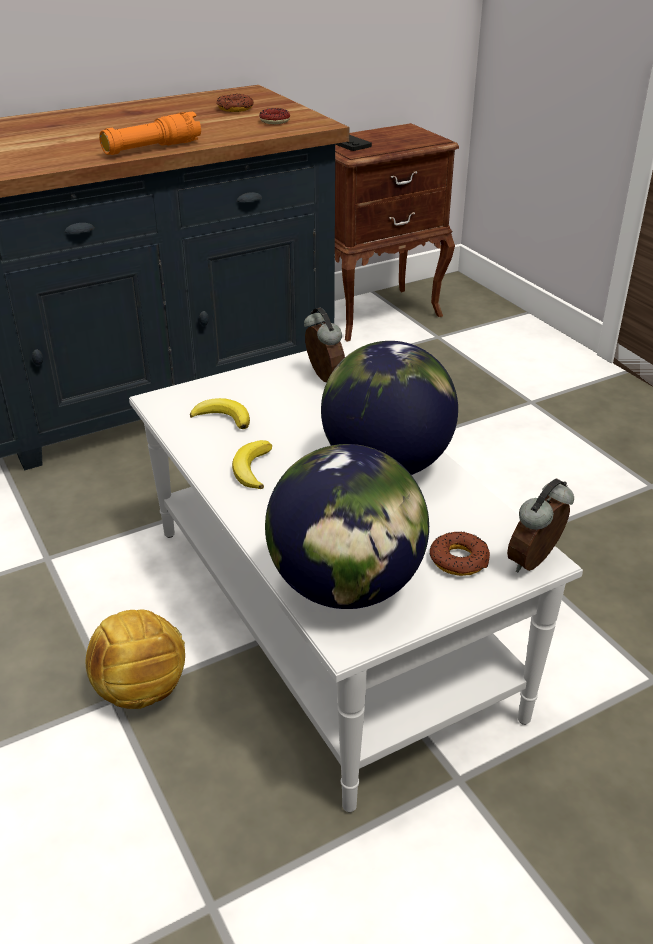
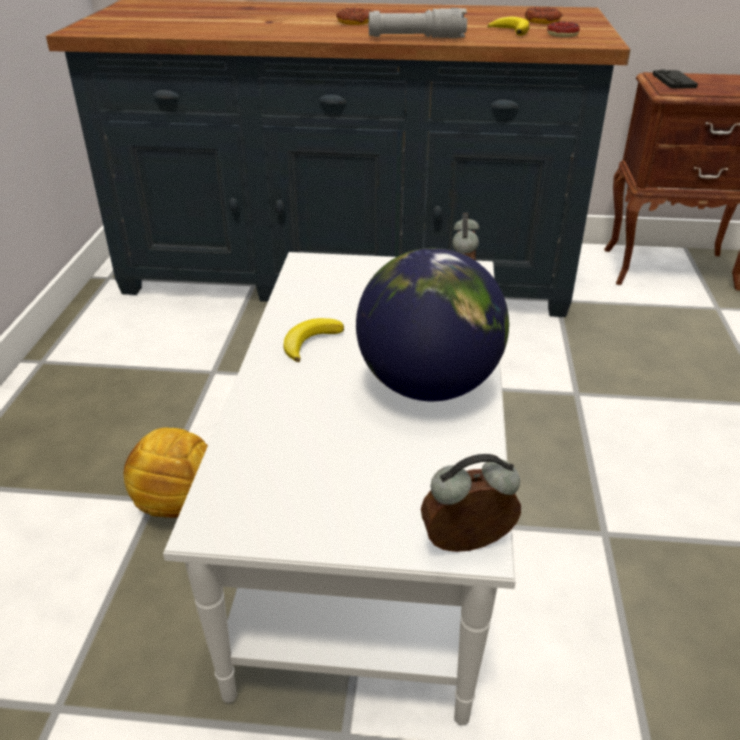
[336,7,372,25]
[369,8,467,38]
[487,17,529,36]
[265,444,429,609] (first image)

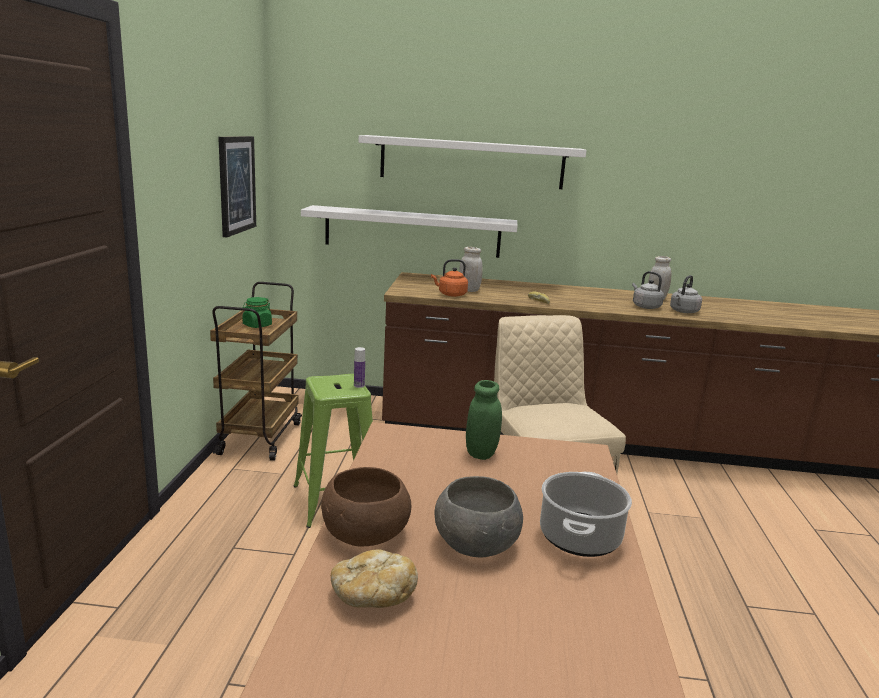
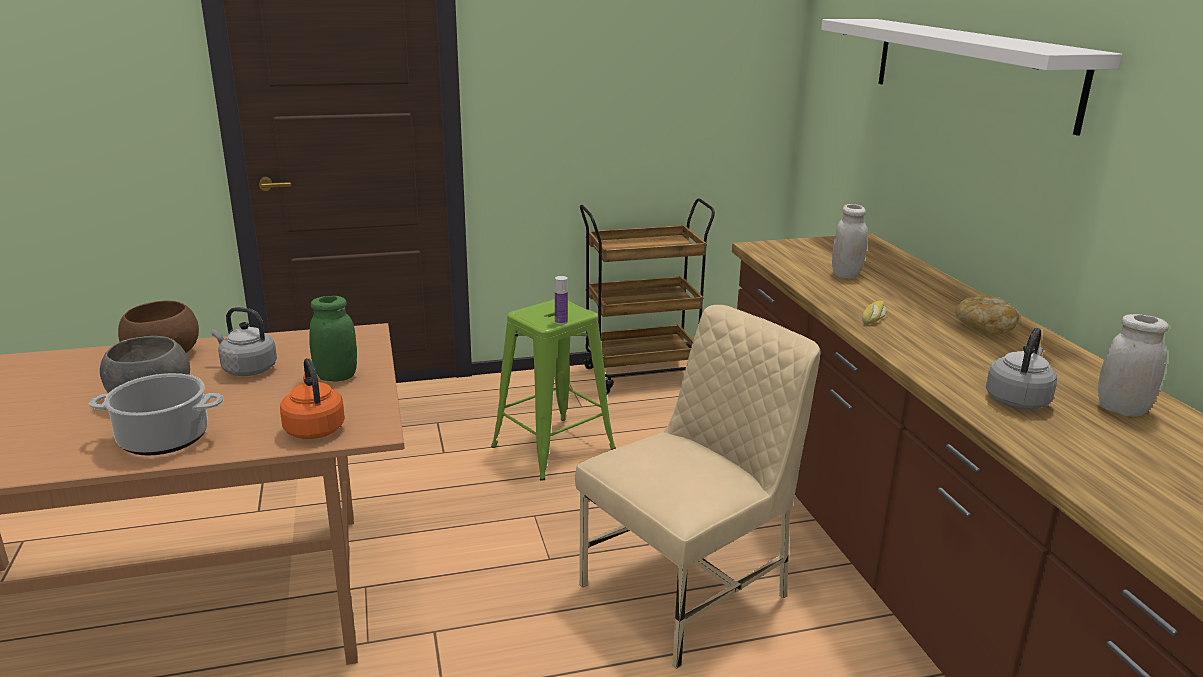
[212,307,277,376]
[280,358,345,439]
[955,295,1019,335]
[218,136,256,237] (first image)
[242,297,272,328] (first image)
[301,205,518,258] (first image)

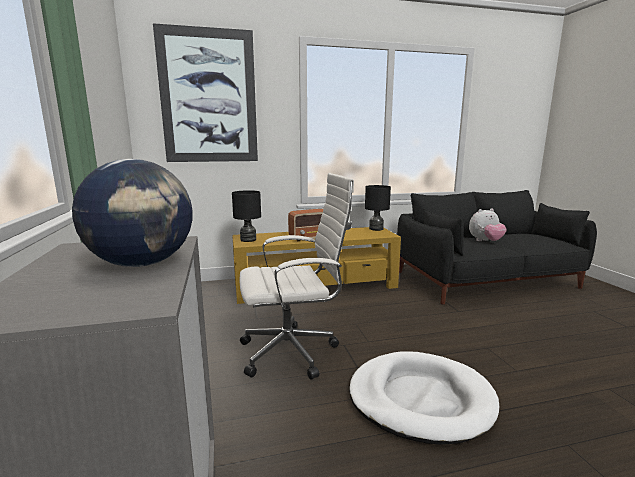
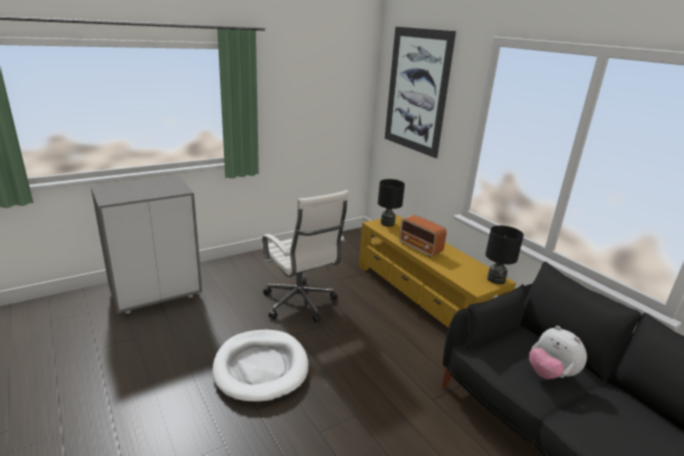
[72,159,193,267] (first image)

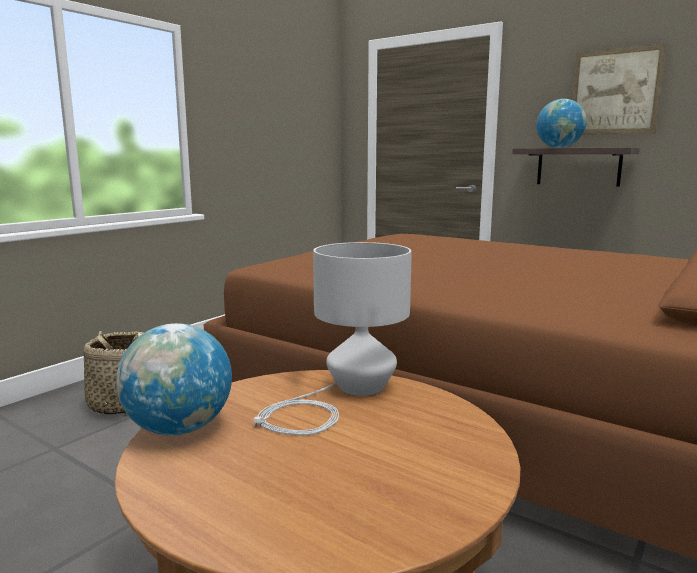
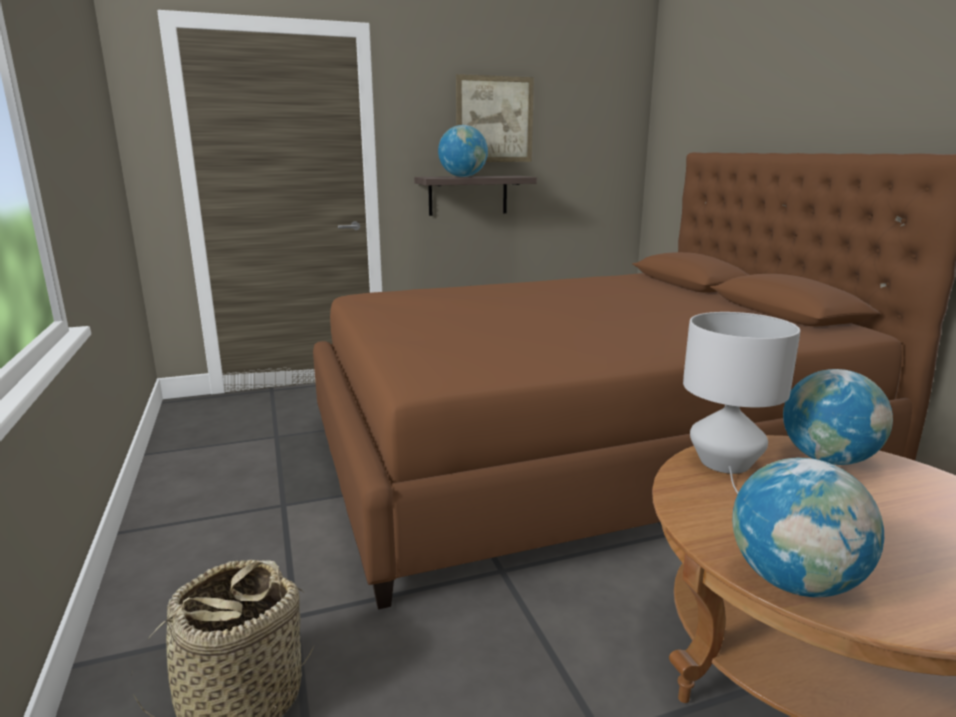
[783,369,893,465]

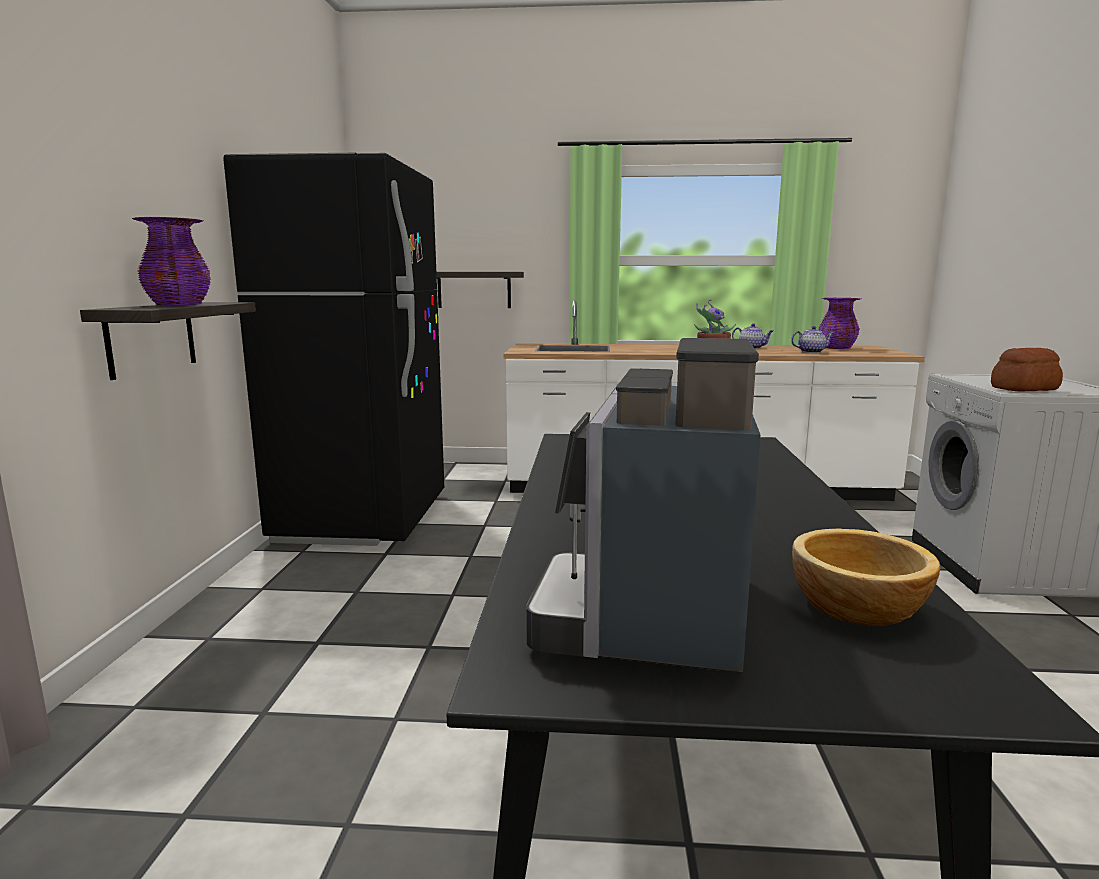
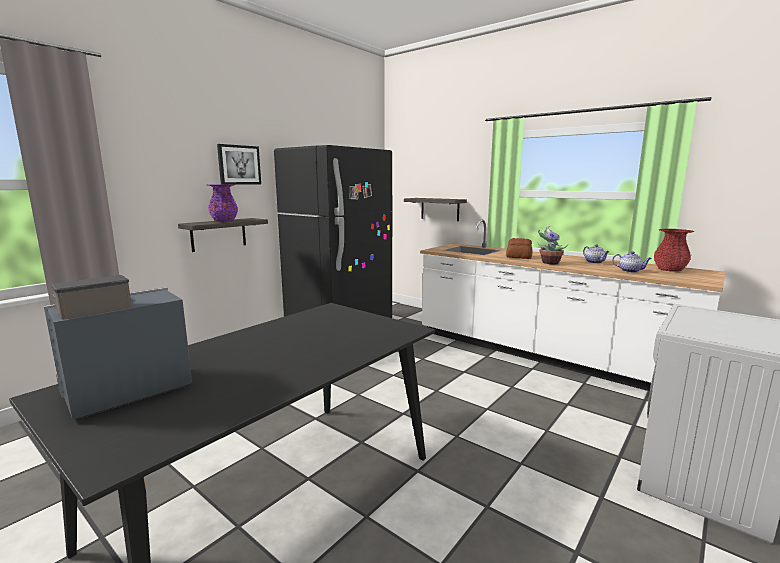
[217,144,261,185]
[506,238,533,259]
[654,229,694,272]
[792,529,940,626] (first image)

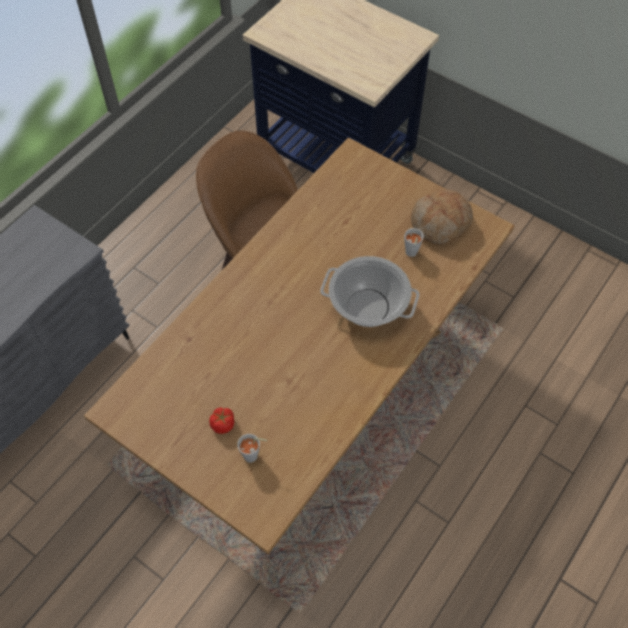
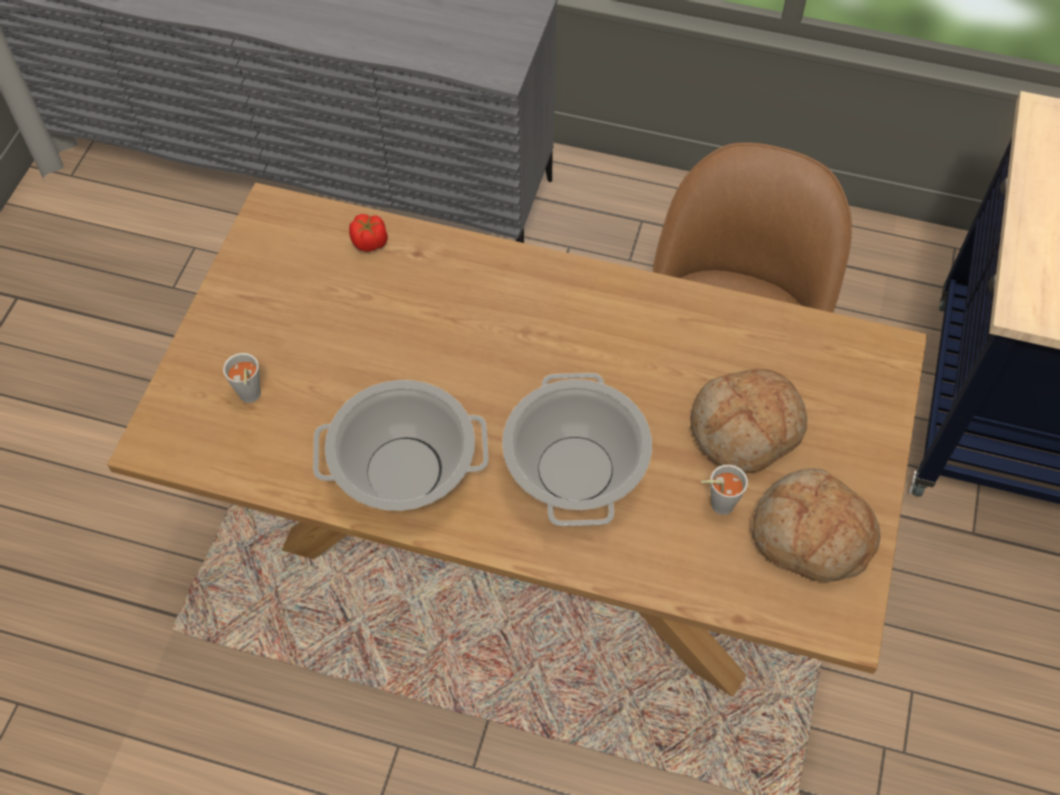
[313,380,489,511]
[349,214,388,252]
[690,369,807,473]

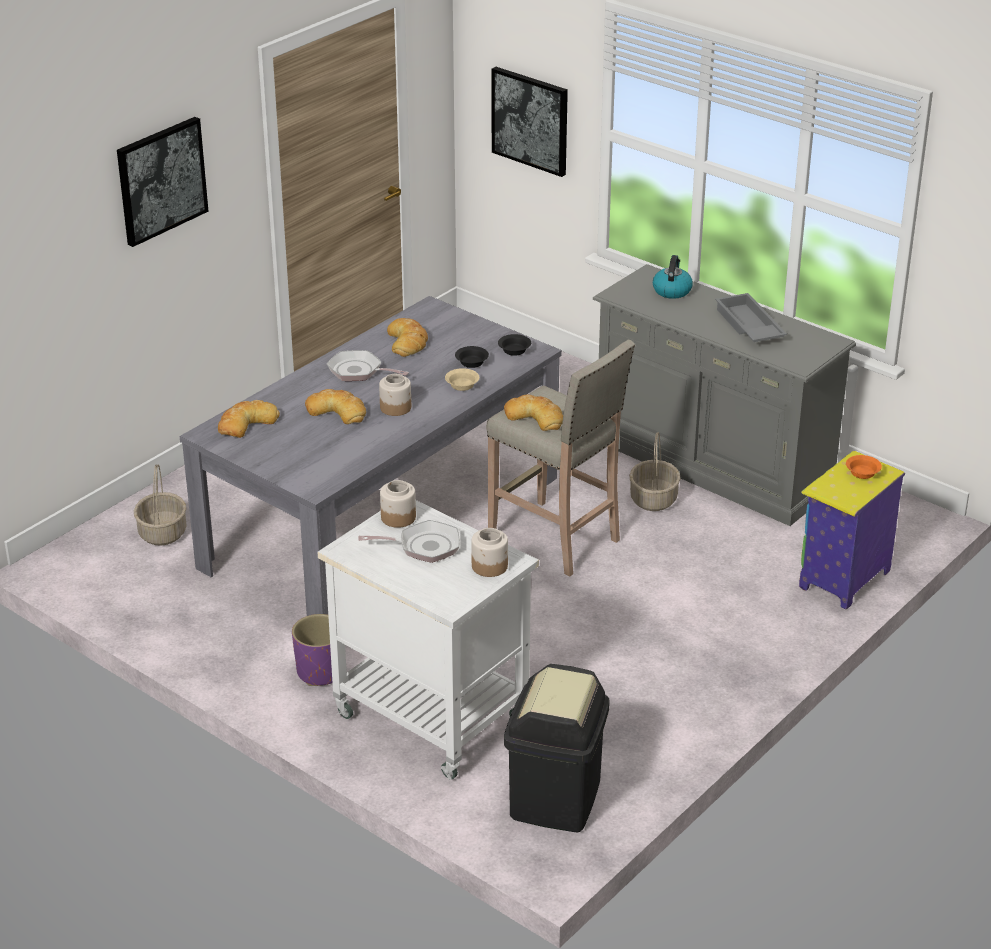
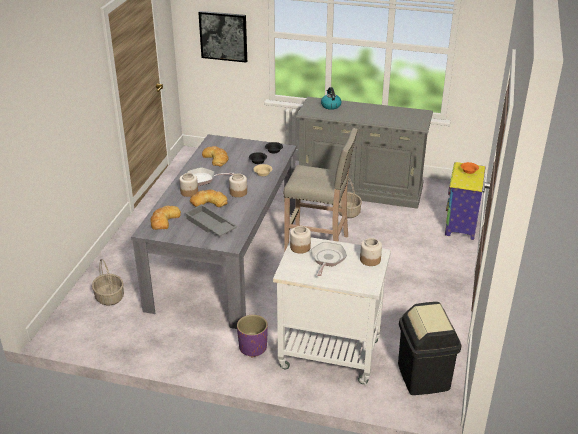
[179,173,198,197]
[185,204,238,236]
[311,242,347,276]
[117,117,209,247] (first image)
[504,395,563,431] (first image)

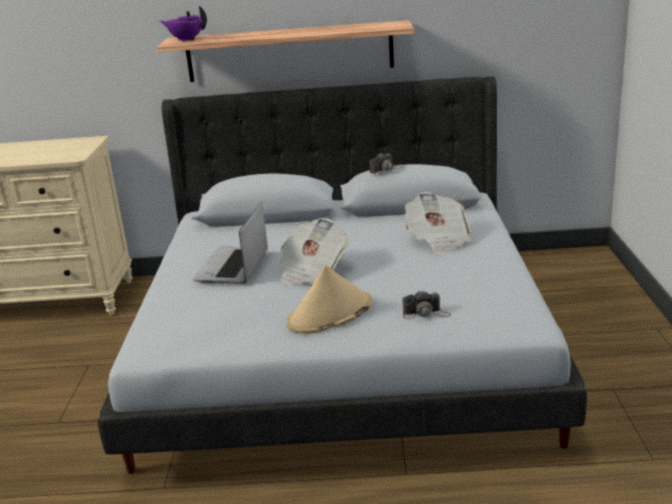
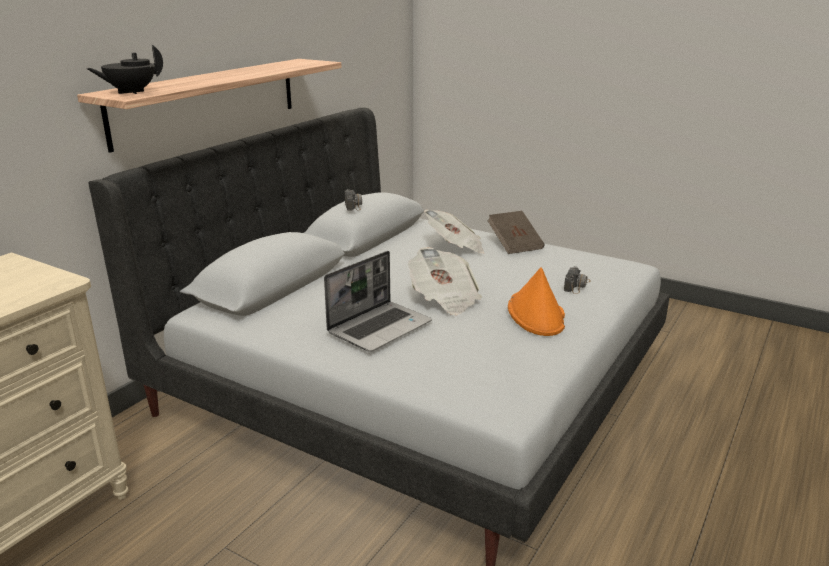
[87,45,163,94]
[324,251,432,352]
[487,211,544,254]
[508,267,565,336]

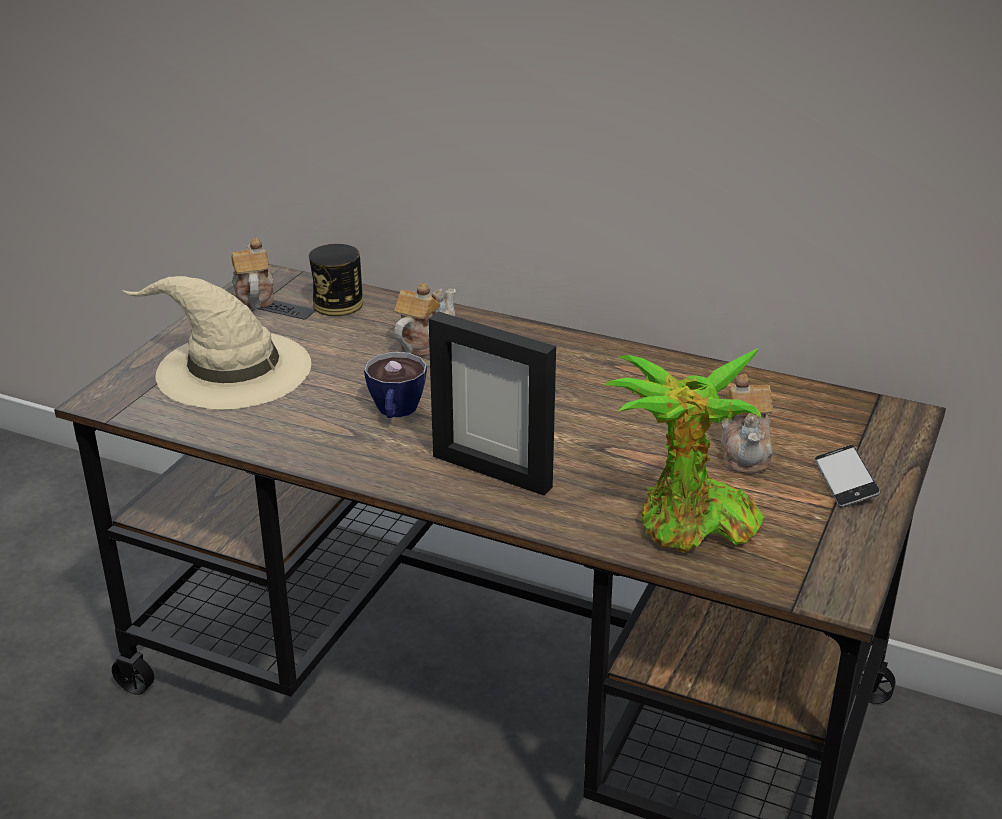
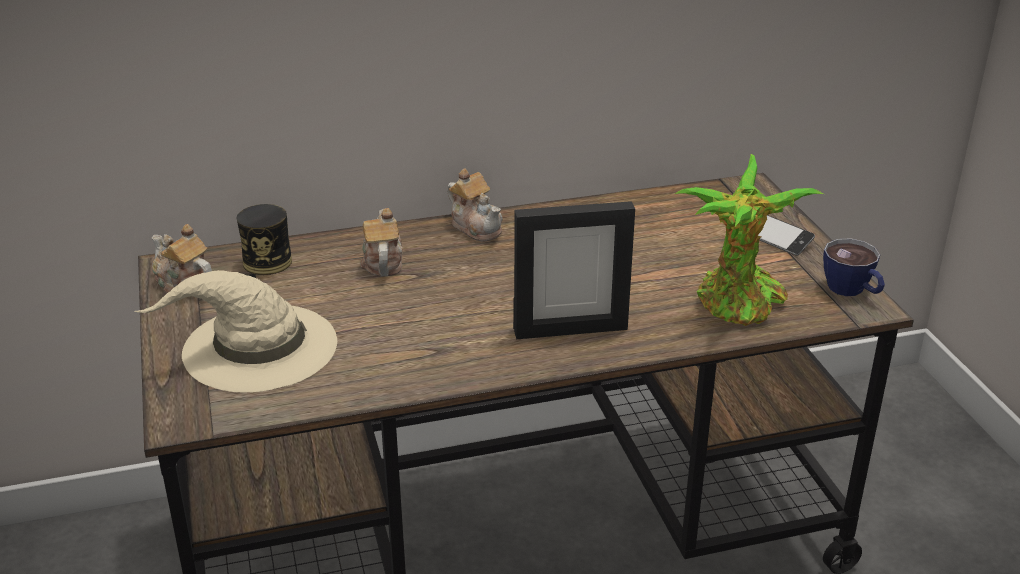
[447,168,503,242]
[823,238,885,296]

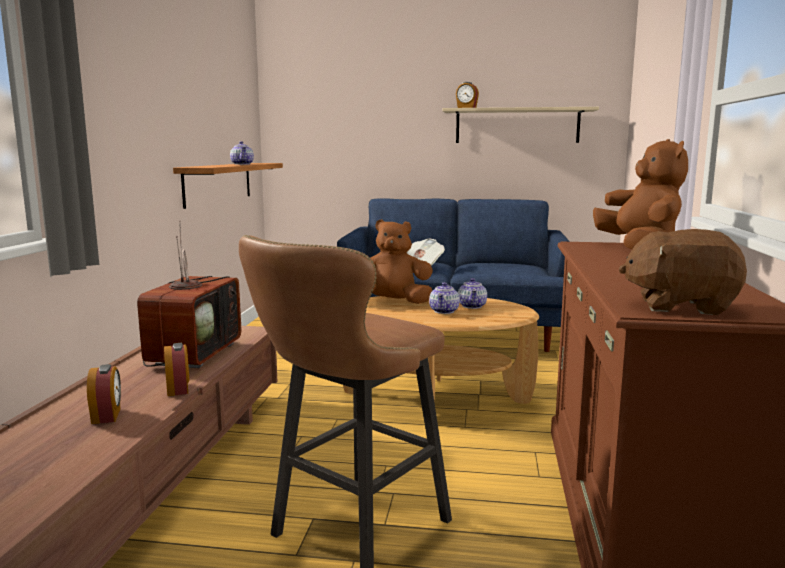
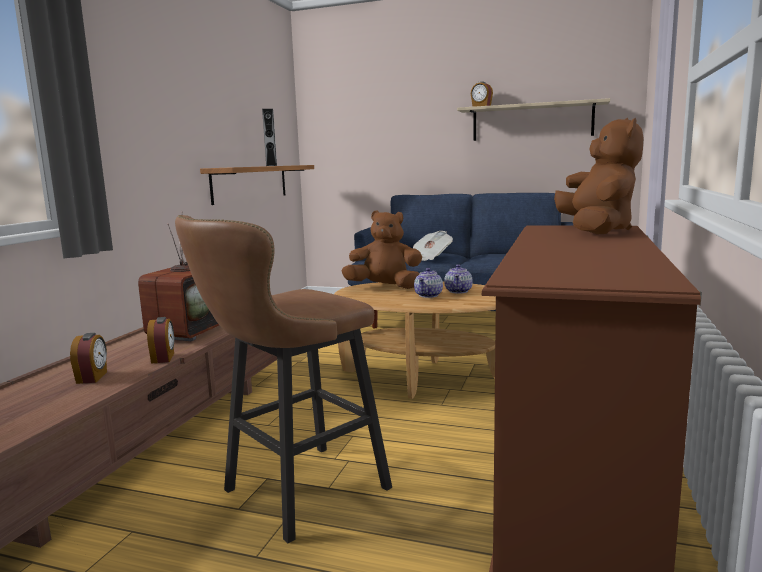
[262,109,277,166]
[619,229,747,315] (first image)

